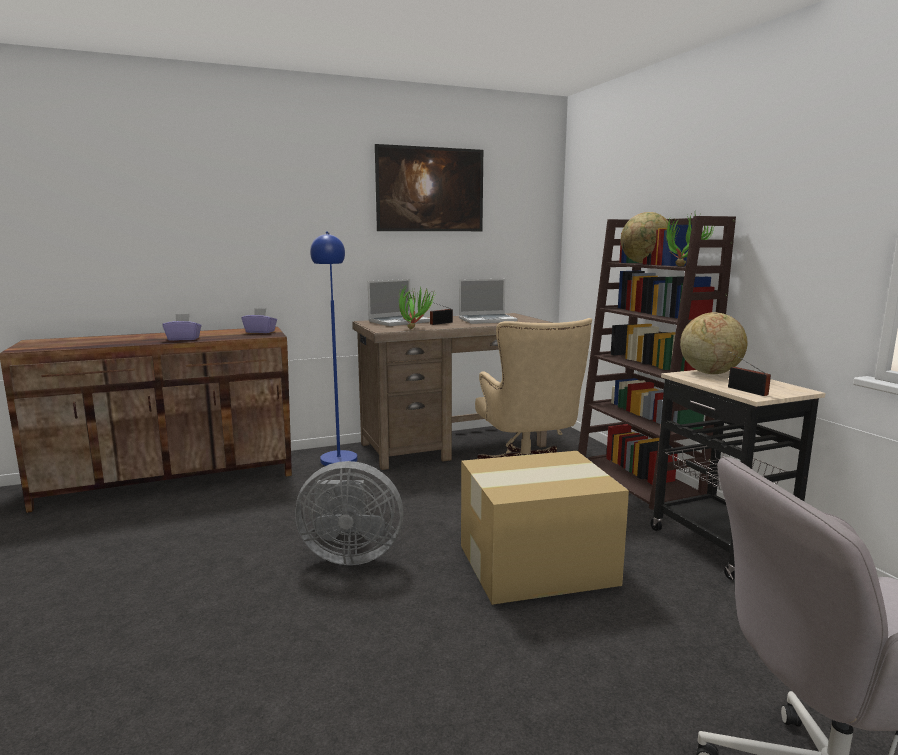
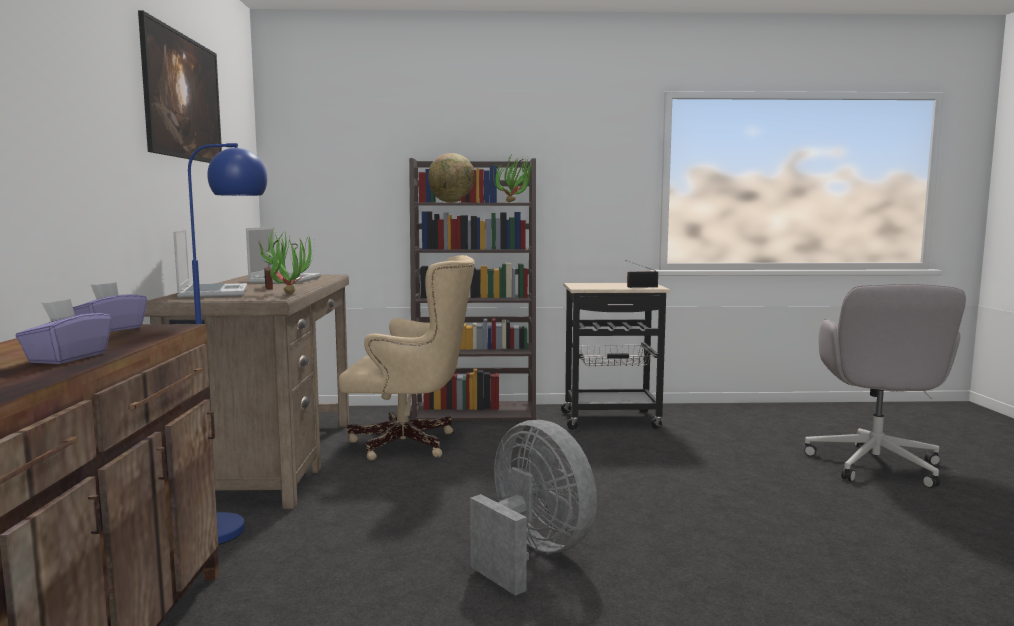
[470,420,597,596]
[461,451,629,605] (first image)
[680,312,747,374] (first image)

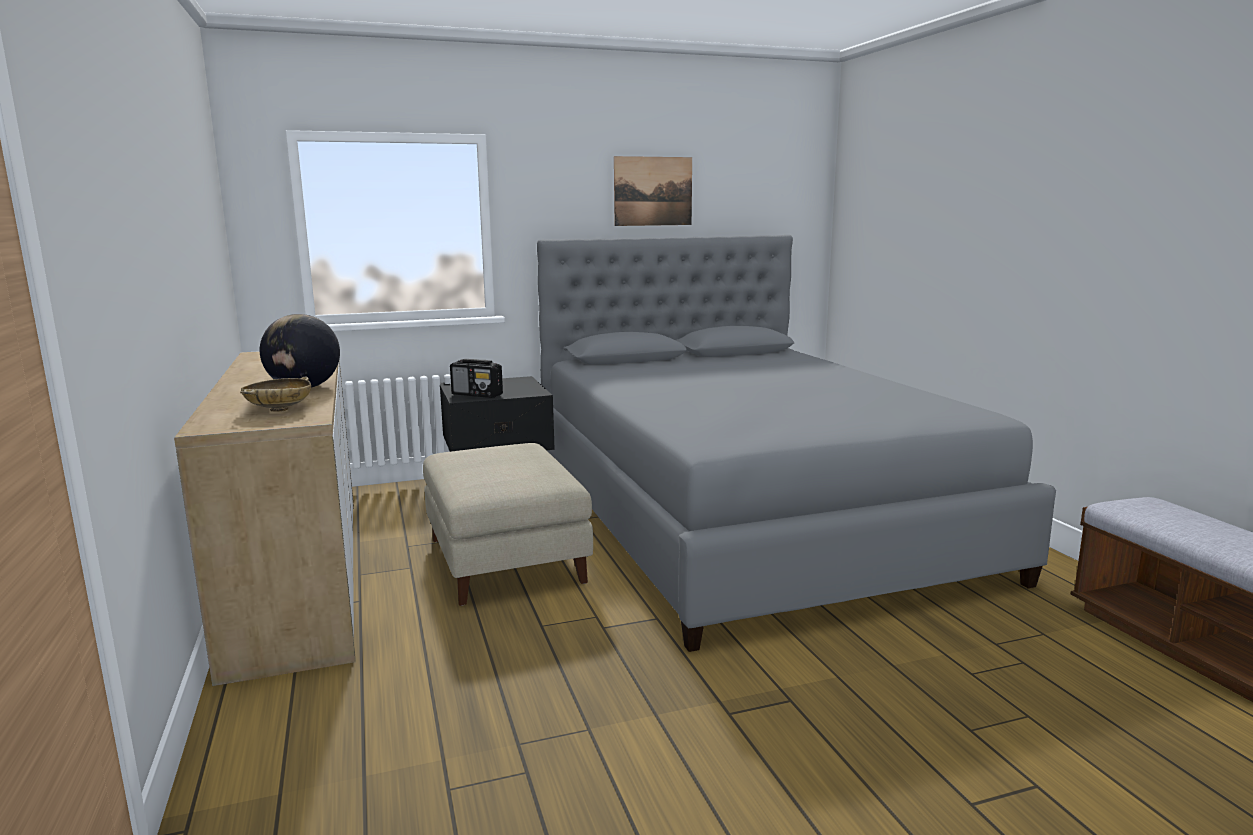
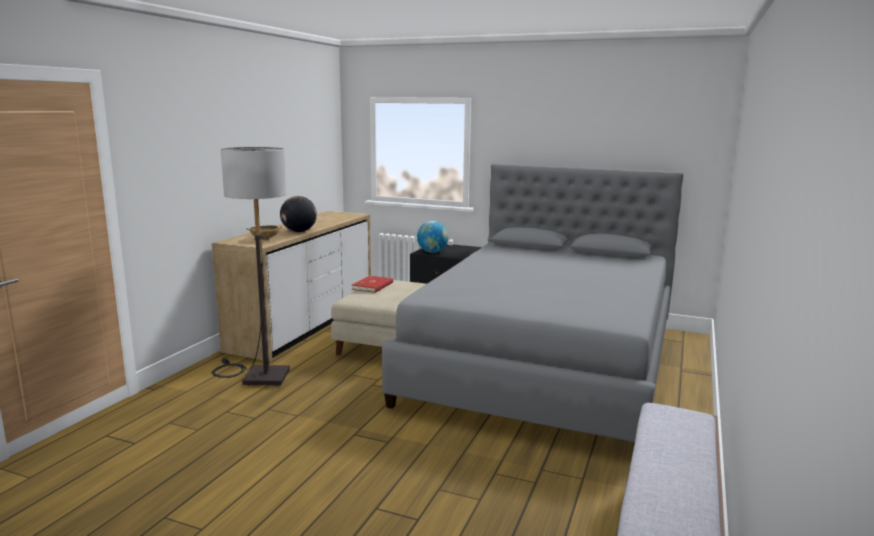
[212,147,290,386]
[352,276,393,293]
[417,221,449,253]
[614,156,692,226] (first image)

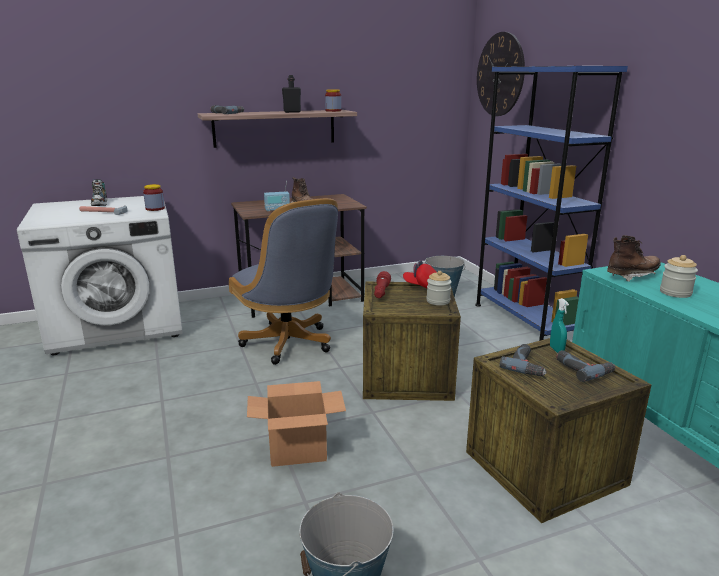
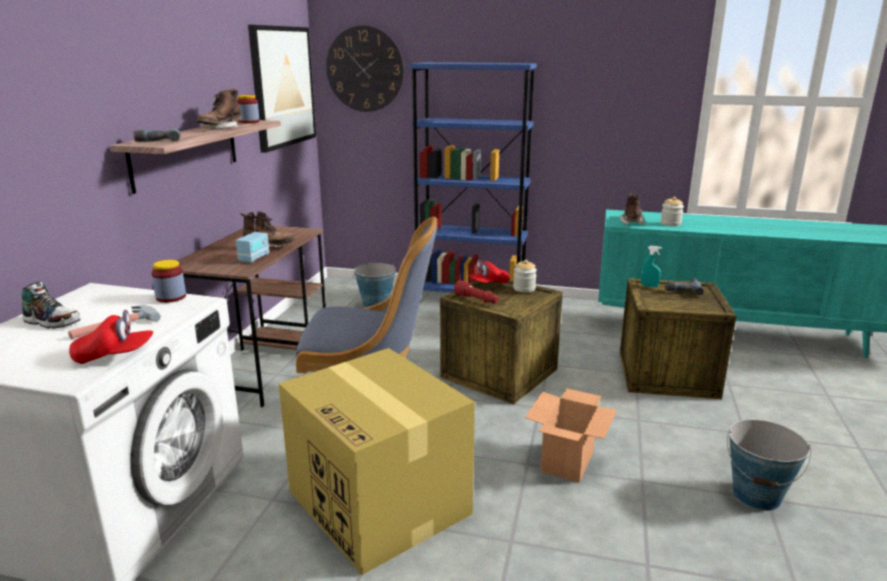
[69,310,153,364]
[196,89,242,129]
[248,25,316,153]
[279,348,475,575]
[499,344,546,376] (first image)

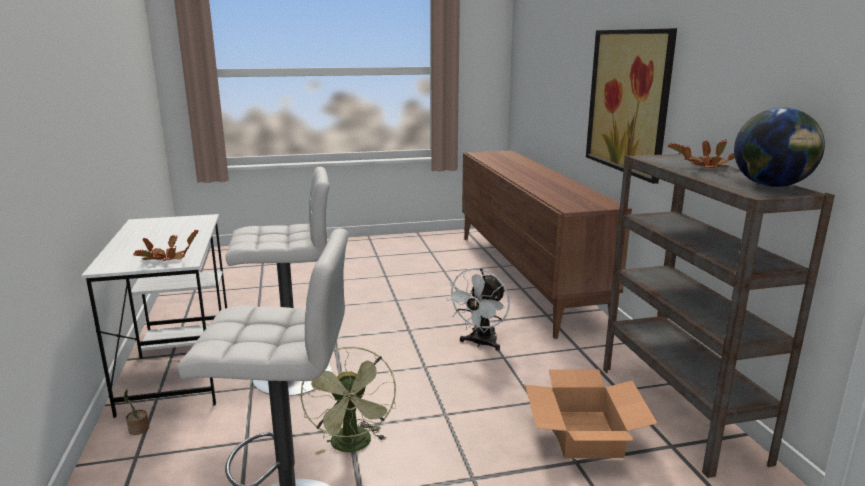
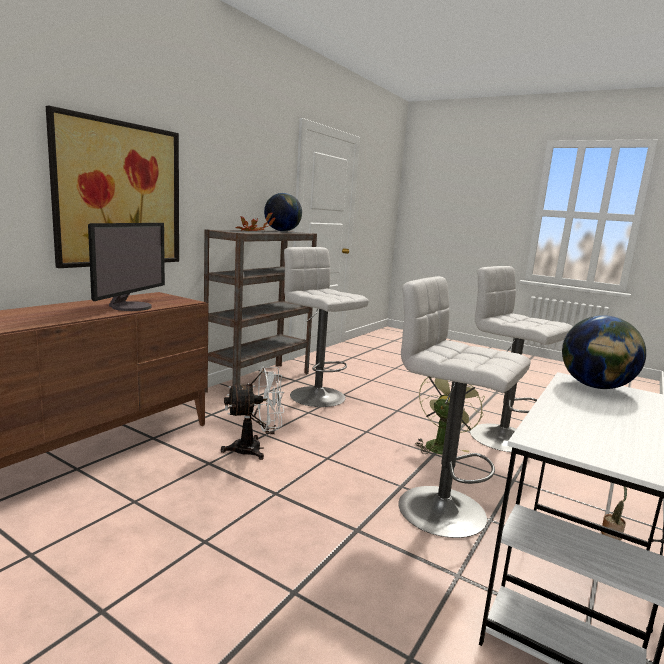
[88,223,165,311]
[284,247,369,407]
[562,315,646,389]

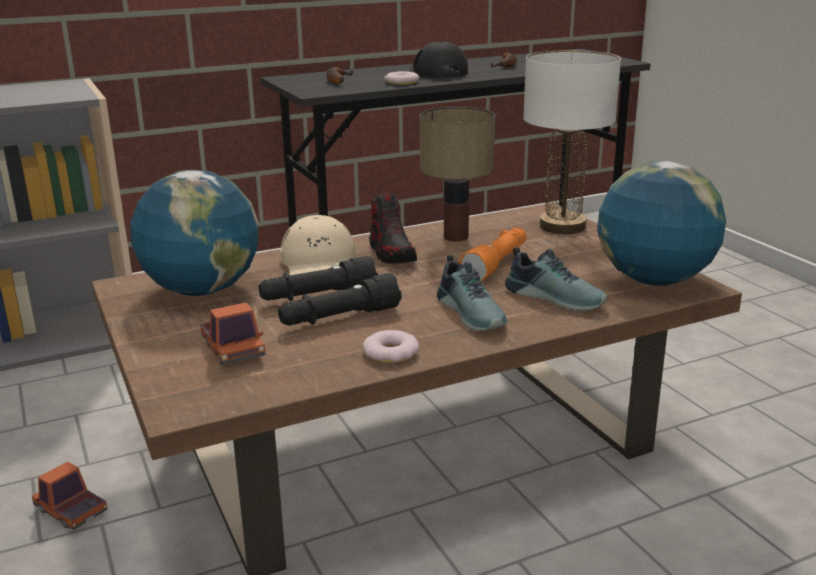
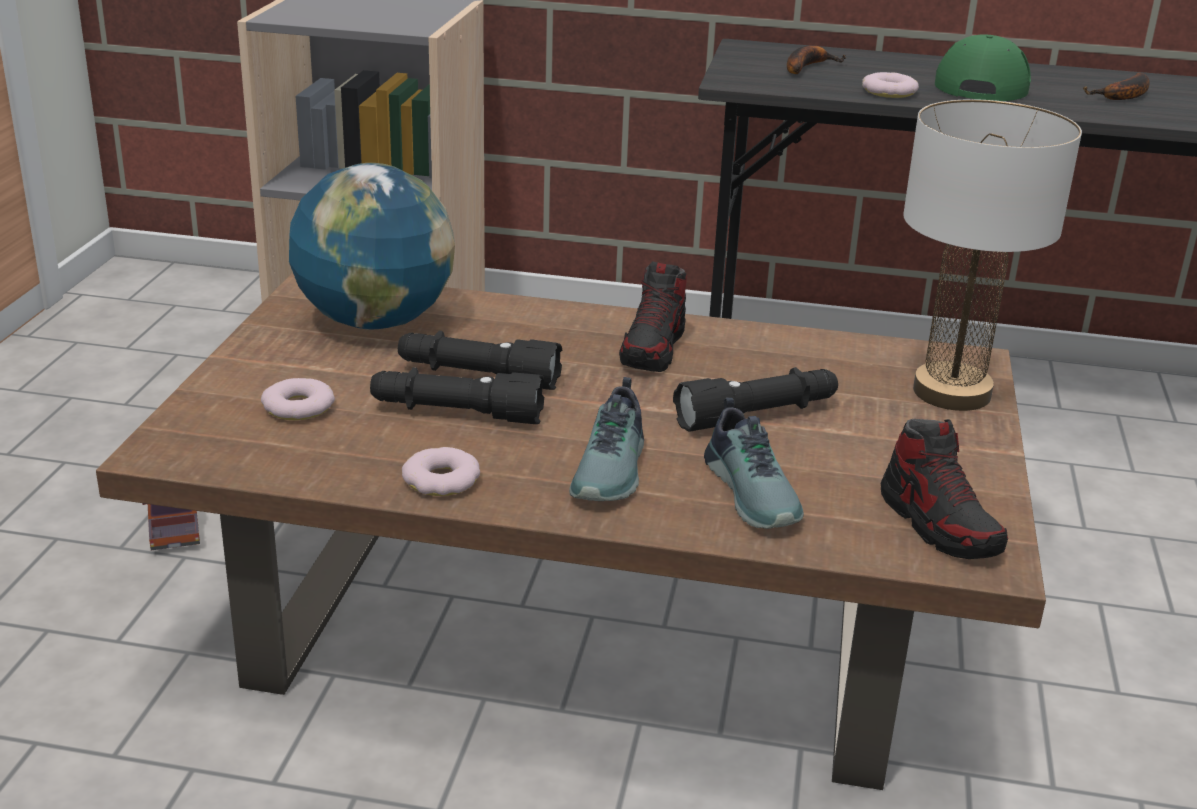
[261,378,335,421]
[673,367,838,432]
[881,419,1008,559]
[935,34,1031,101]
[281,215,355,275] (first image)
[420,107,495,242] (first image)

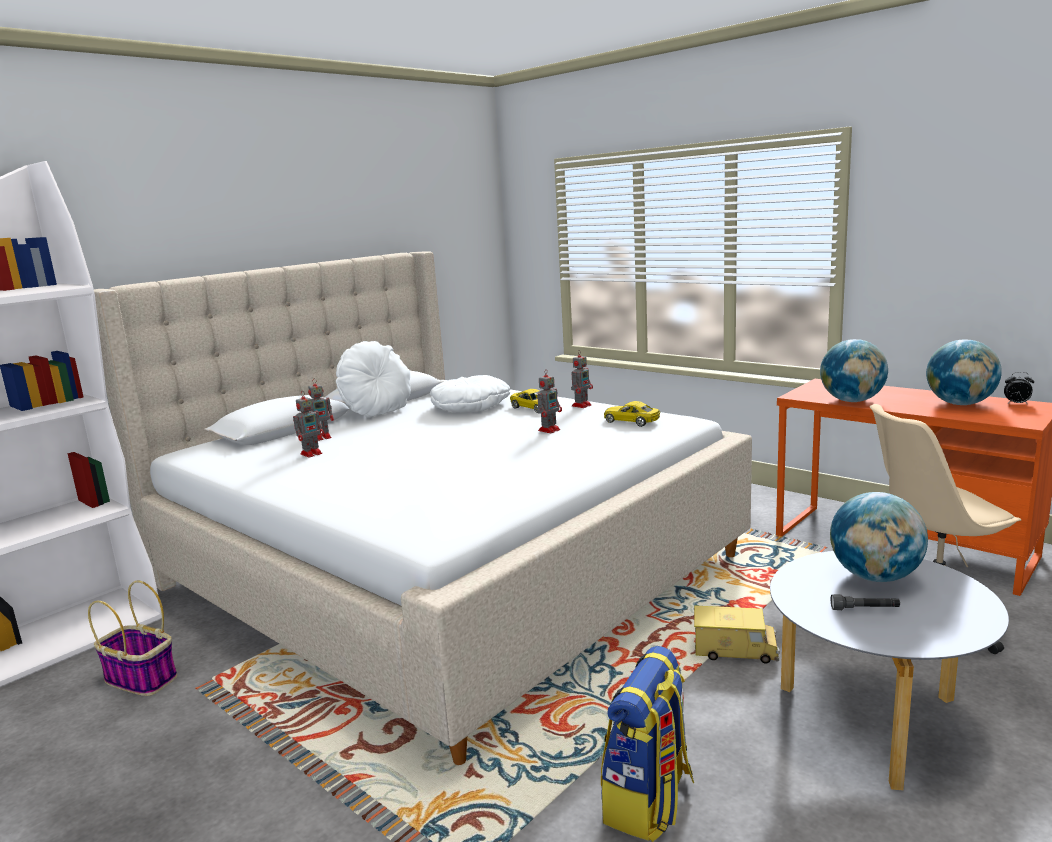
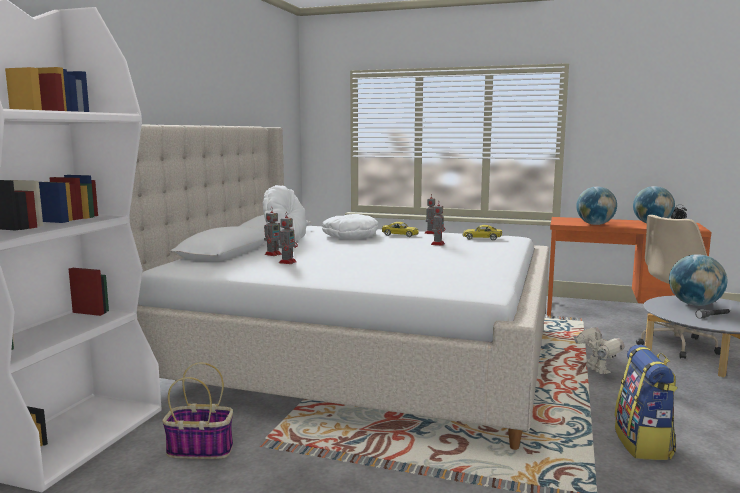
[574,327,625,374]

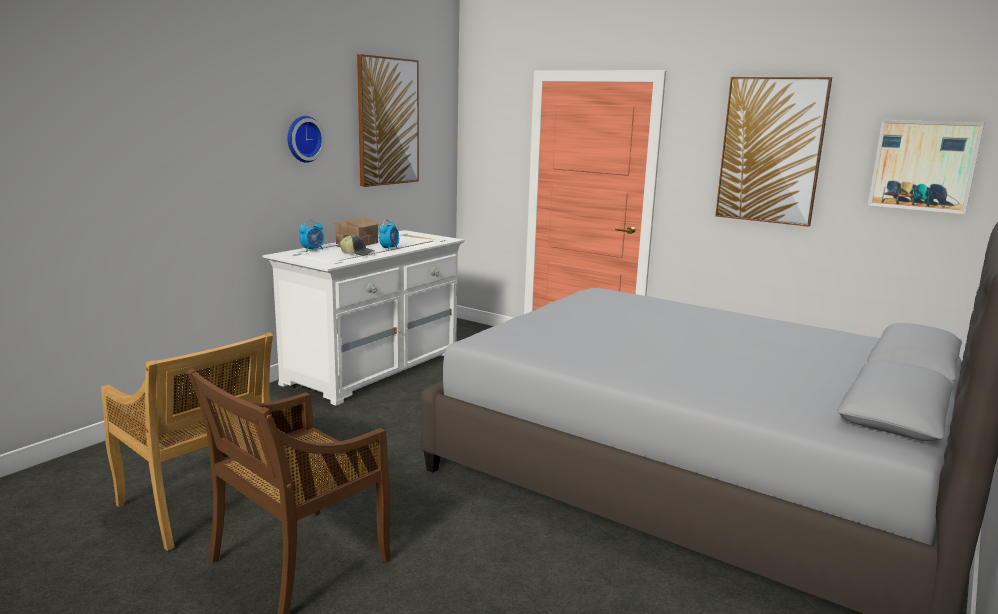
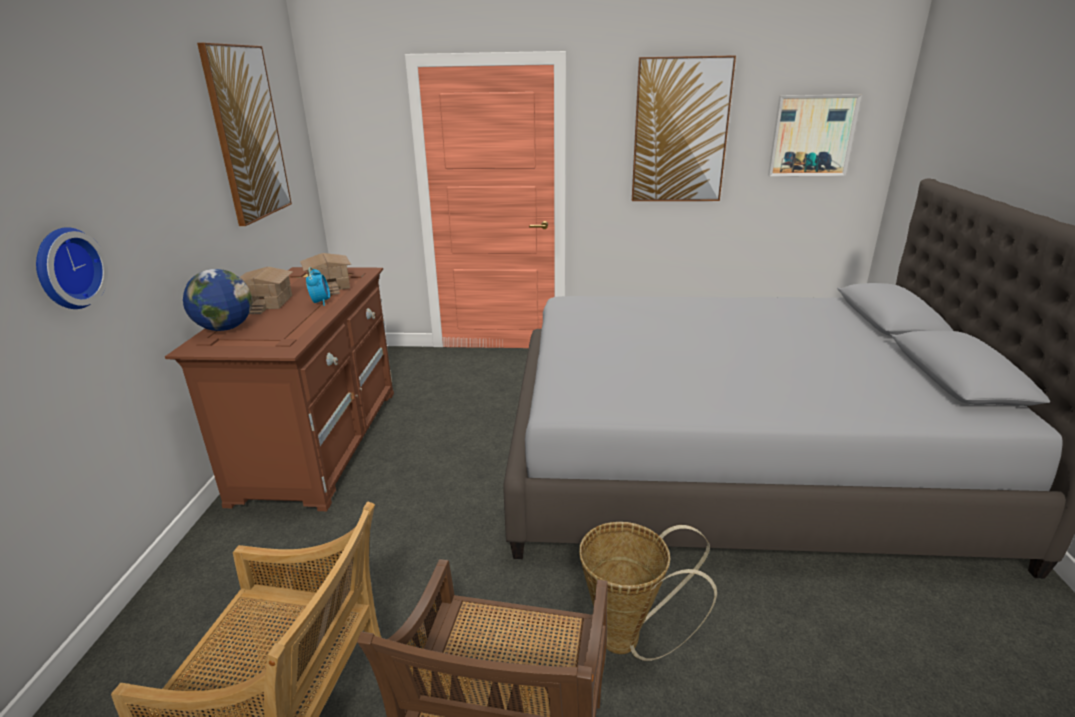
[36,227,108,309]
[165,267,394,511]
[183,269,252,331]
[300,253,351,295]
[579,522,717,661]
[340,235,374,256] (first image)

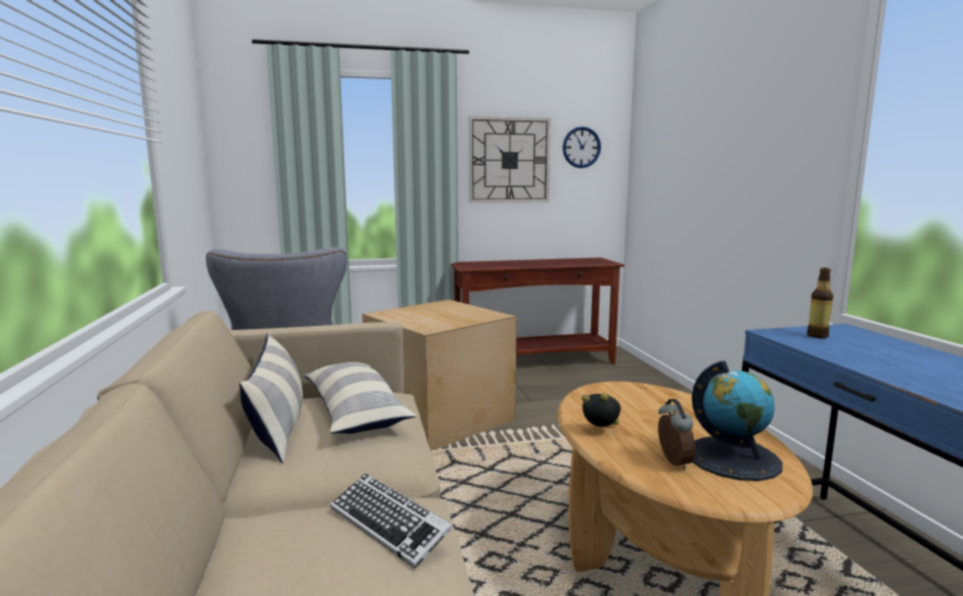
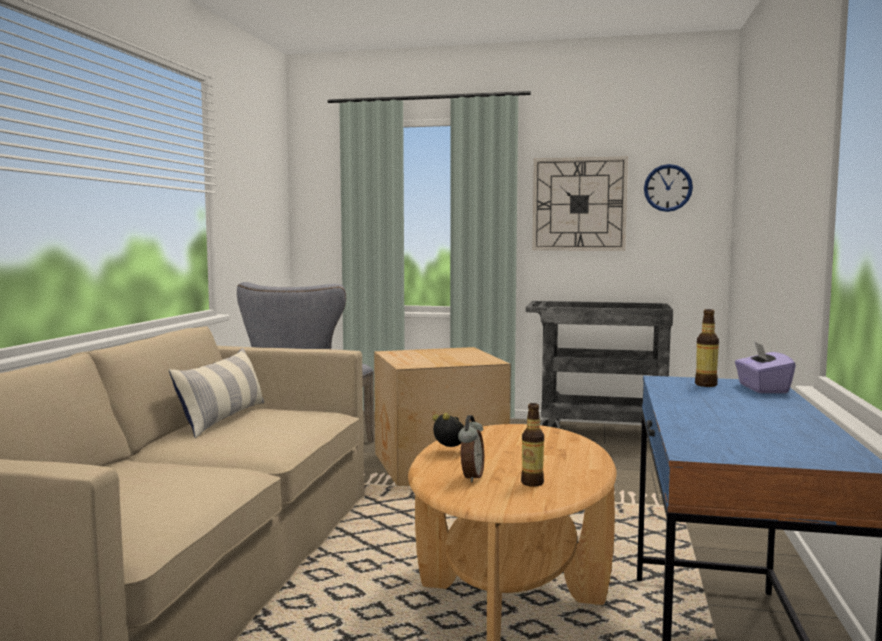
[521,403,544,487]
[526,301,673,440]
[735,341,796,393]
[304,362,416,434] (first image)
[330,473,453,568] (first image)

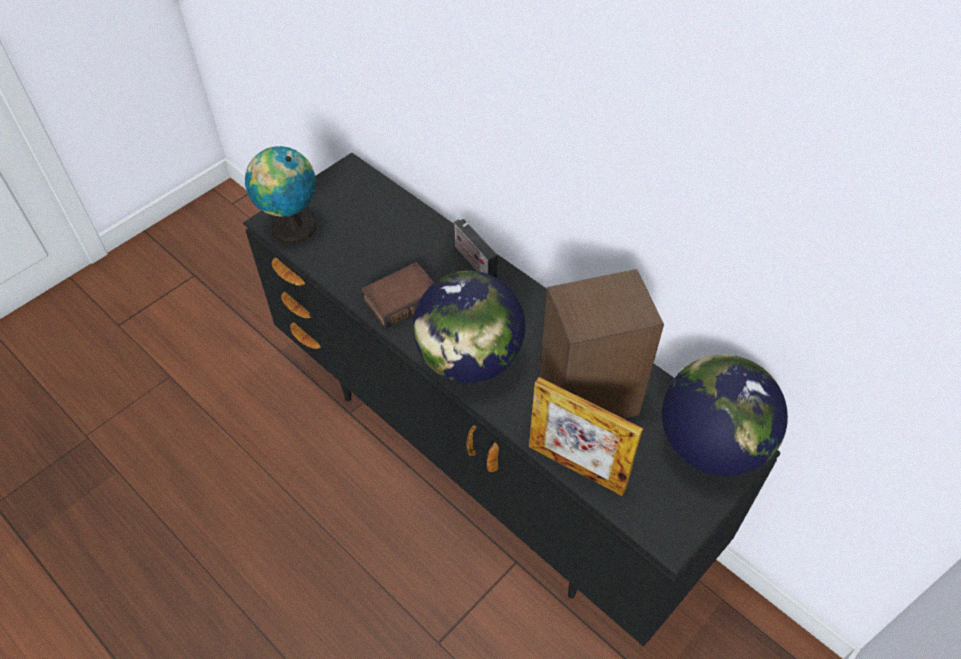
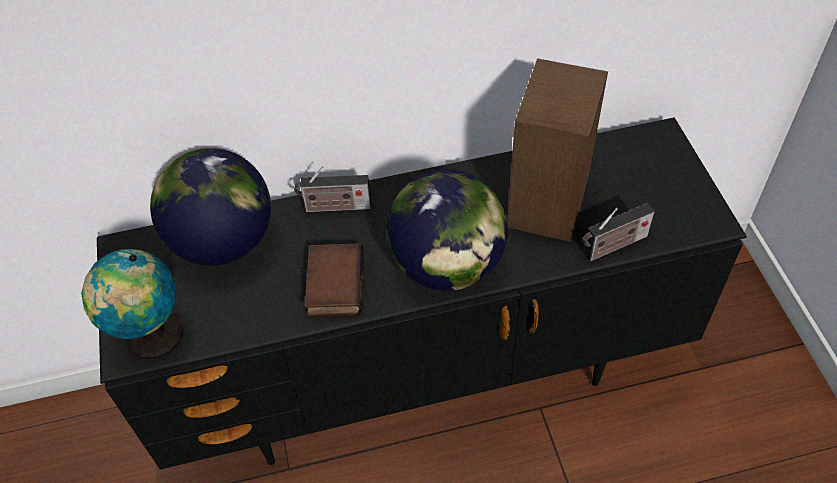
[150,148,271,266]
[582,203,655,262]

